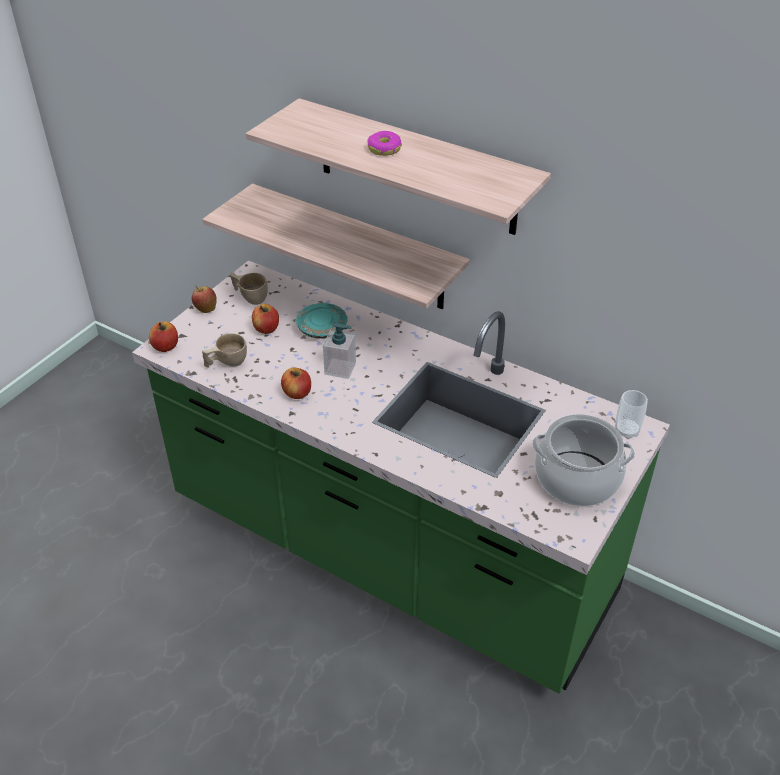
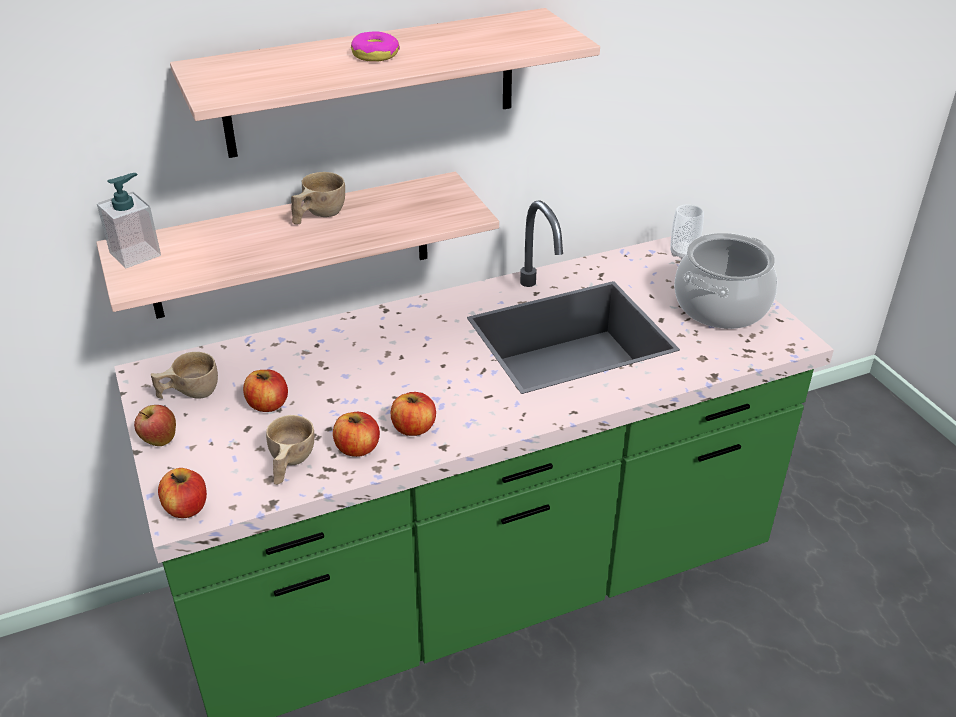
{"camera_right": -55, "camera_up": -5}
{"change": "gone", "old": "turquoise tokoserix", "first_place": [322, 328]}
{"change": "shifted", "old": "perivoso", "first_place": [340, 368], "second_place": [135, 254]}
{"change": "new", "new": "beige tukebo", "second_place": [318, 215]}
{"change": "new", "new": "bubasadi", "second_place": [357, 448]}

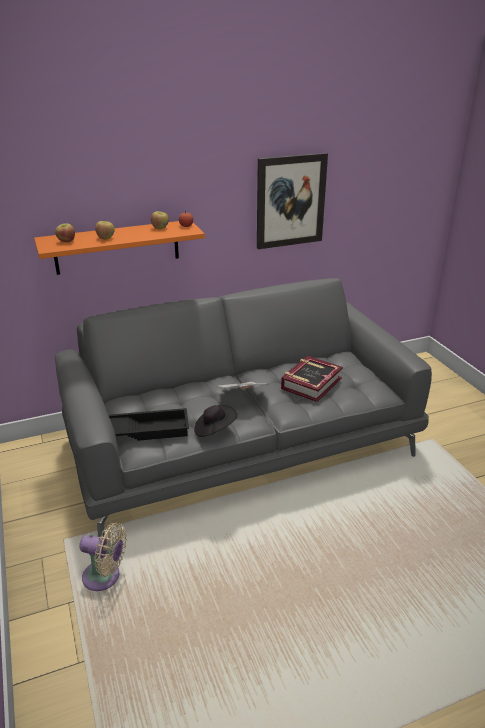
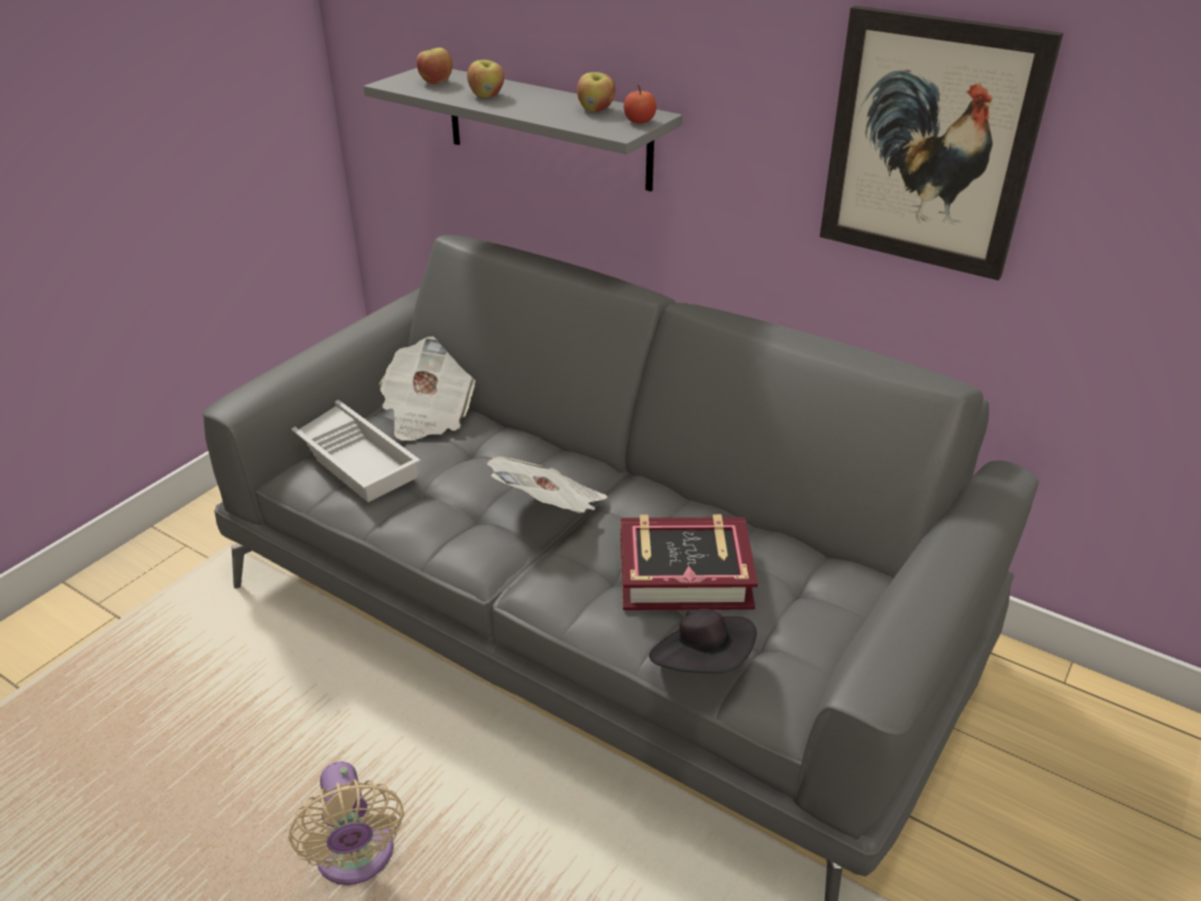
{"camera_right": 55, "camera_up": 5}
{"change": "repainted", "old": "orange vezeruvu", "new": "grey vezeruvu", "first_place": [117, 247], "second_place": [547, 127]}
{"change": "shifted", "old": "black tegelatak", "first_place": [214, 430], "second_place": [702, 663]}
{"change": "repainted", "old": "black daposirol", "new": "white daposirol", "first_place": [148, 429], "second_place": [354, 456]}
{"change": "shifted", "old": "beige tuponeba", "first_place": [105, 577], "second_place": [356, 858]}
{"change": "new", "new": "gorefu", "second_place": [429, 413]}

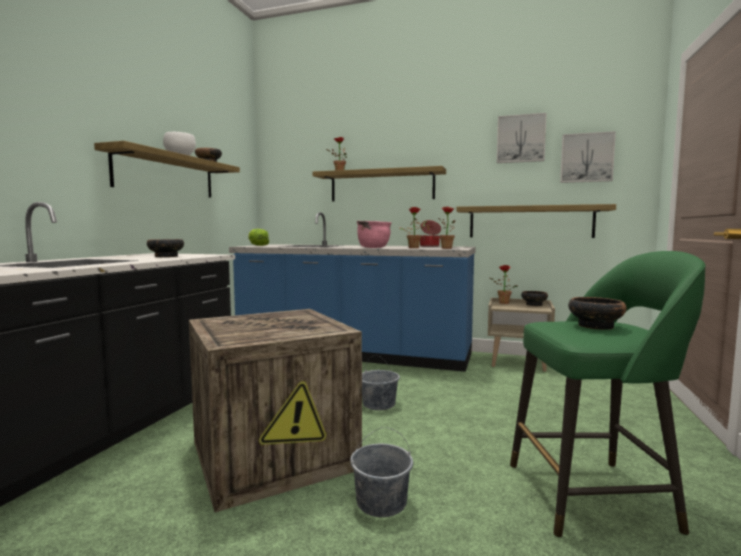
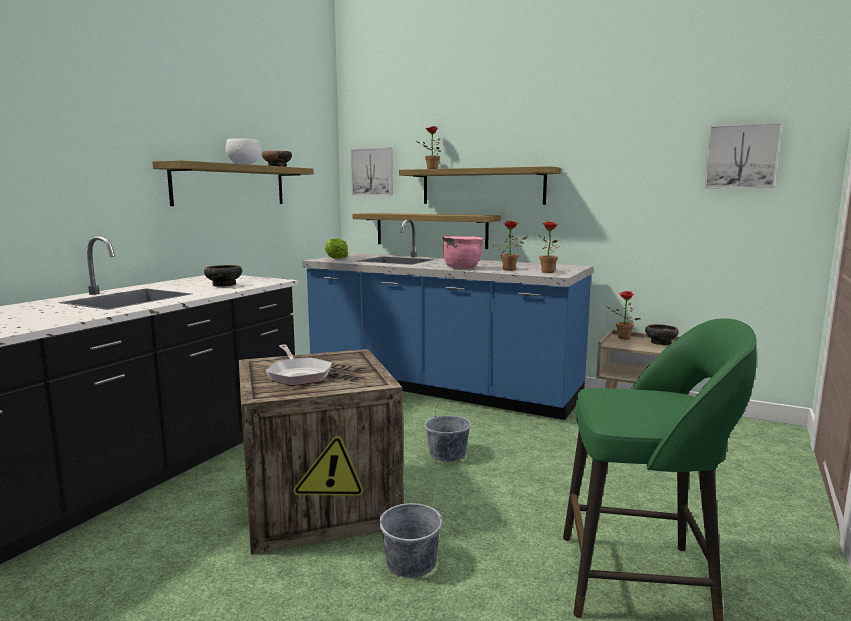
{"camera_right": 10, "camera_up": 5}
{"change": "shifted", "old": "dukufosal", "first_place": [520, 139], "second_place": [373, 172]}
{"change": "shifted", "old": "vezeruvu", "first_place": [530, 222], "second_place": [430, 230]}
{"change": "gone", "old": "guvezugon", "first_place": [430, 246]}
{"change": "gone", "old": "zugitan", "first_place": [594, 326]}
{"change": "new", "new": "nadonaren", "second_place": [298, 374]}

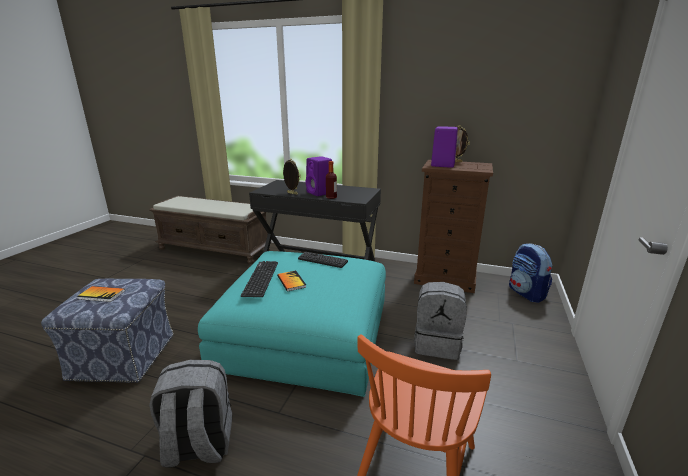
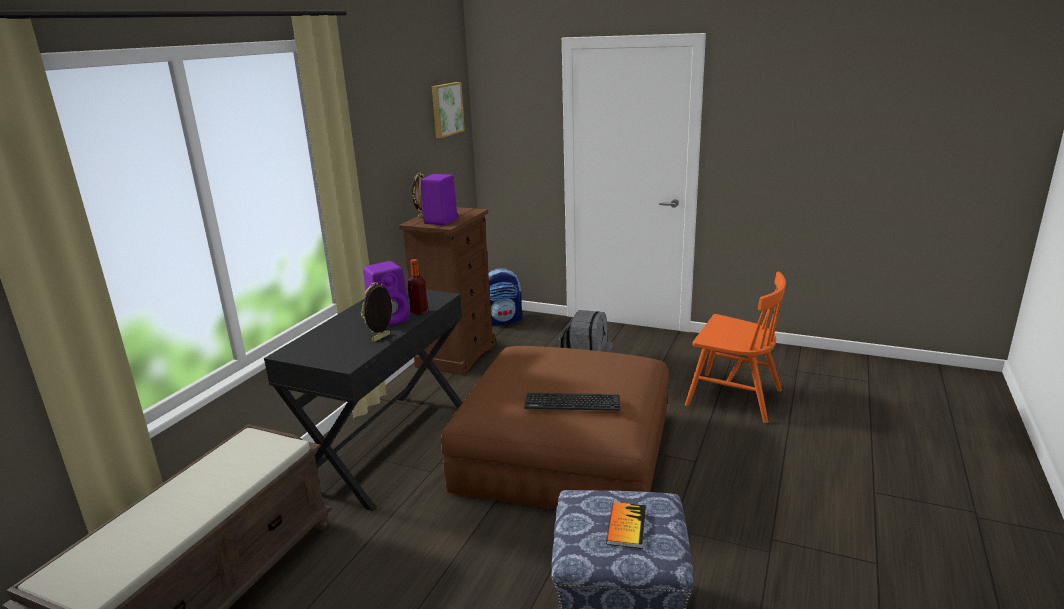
{"camera_right": -85, "camera_up": 0}
{"change": "repainted", "old": "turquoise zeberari", "new": "brown zeberari", "first_place": [305, 333], "second_place": [564, 451]}
{"change": "gone", "old": "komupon", "first_place": [322, 260]}
{"change": "gone", "old": "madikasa", "first_place": [291, 281]}
{"change": "gone", "old": "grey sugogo", "first_place": [198, 446]}
{"change": "new", "new": "dukufosal", "second_place": [446, 109]}

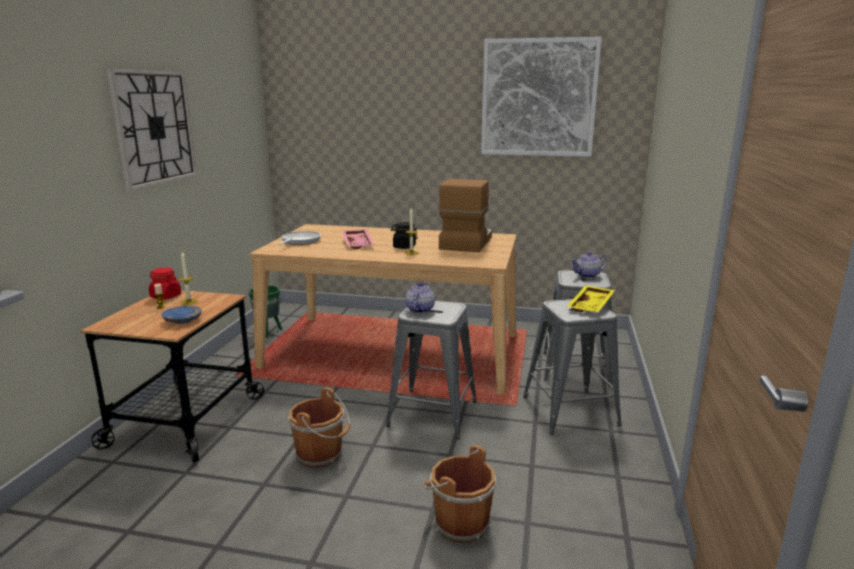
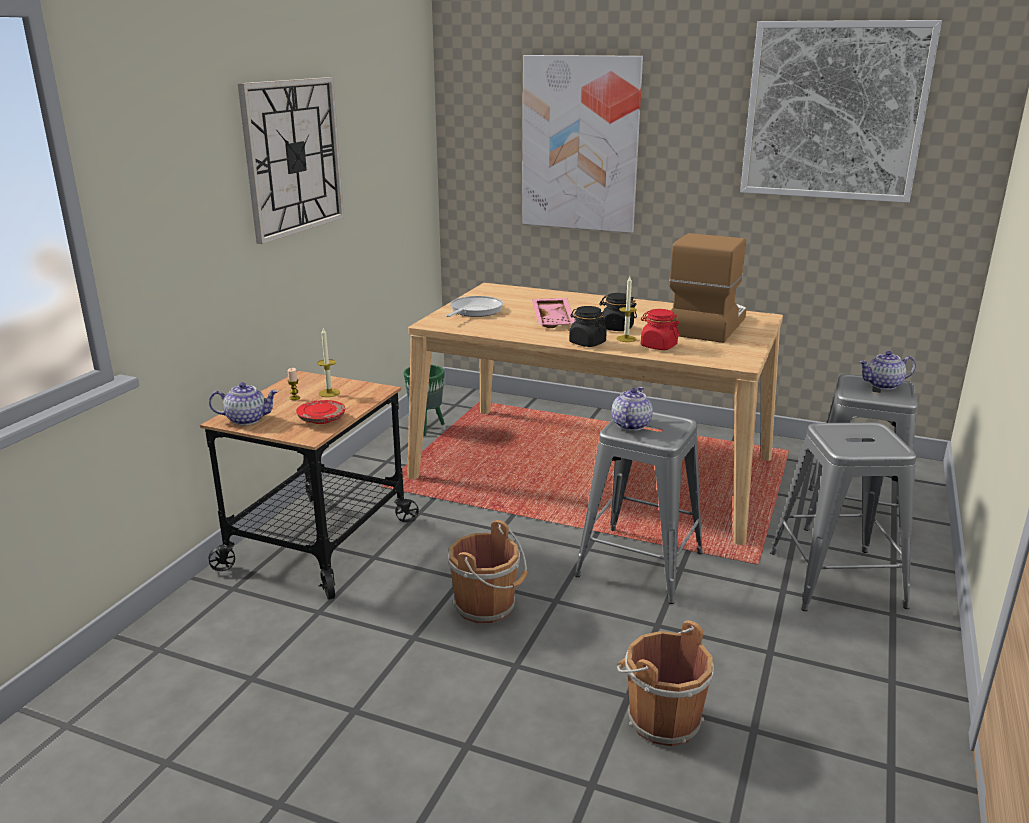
{"camera_right": 10, "camera_up": 5}
{"change": "shifted", "old": "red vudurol", "first_place": [165, 296], "second_place": [658, 346]}
{"change": "gone", "old": "yellow daposirol", "first_place": [591, 306]}
{"change": "repainted", "old": "blue tokoserix", "new": "red tokoserix", "first_place": [183, 320], "second_place": [322, 419]}
{"change": "new", "new": "dukufosal", "second_place": [580, 144]}
{"change": "new", "new": "black vudurol", "second_place": [587, 343]}
{"change": "new", "new": "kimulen", "second_place": [247, 419]}

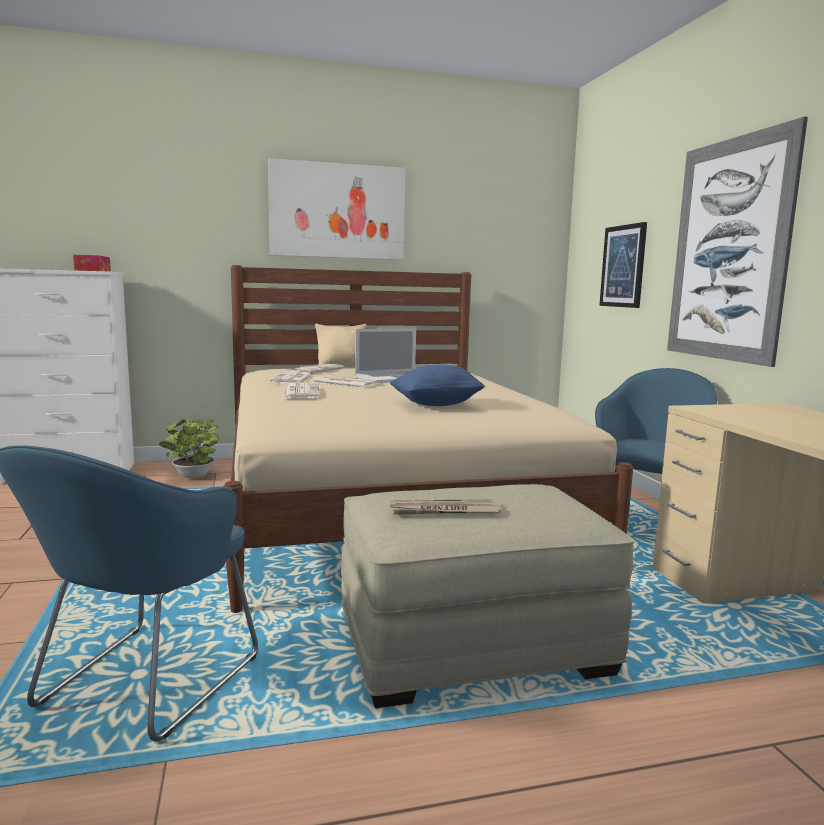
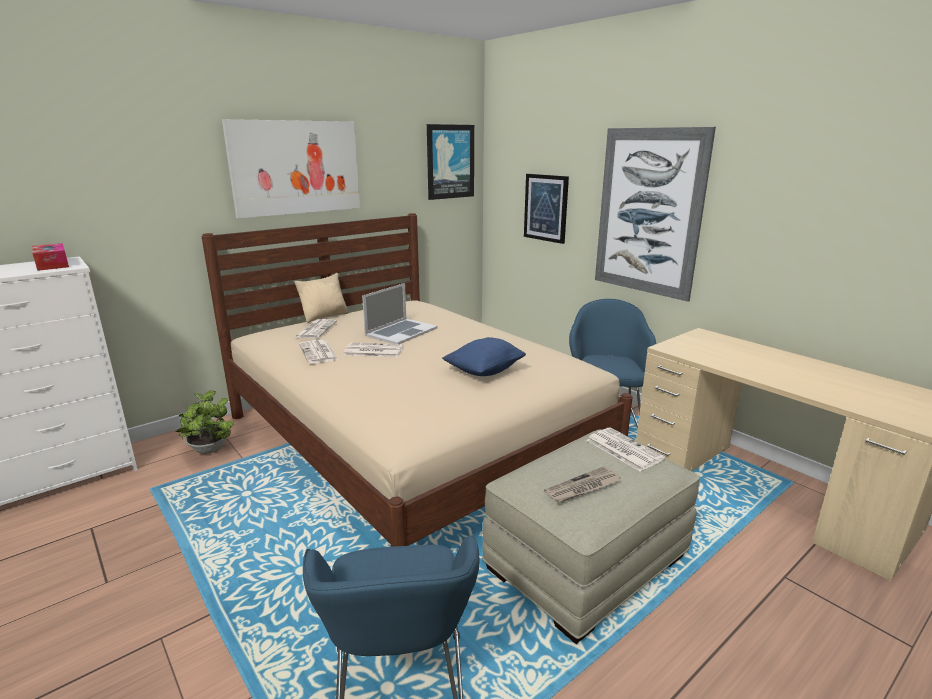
{"camera_right": -25, "camera_up": 10}
{"change": "shifted", "old": "gorefu", "first_place": [300, 392], "second_place": [623, 449]}
{"change": "new", "new": "dukufosal", "second_place": [450, 162]}

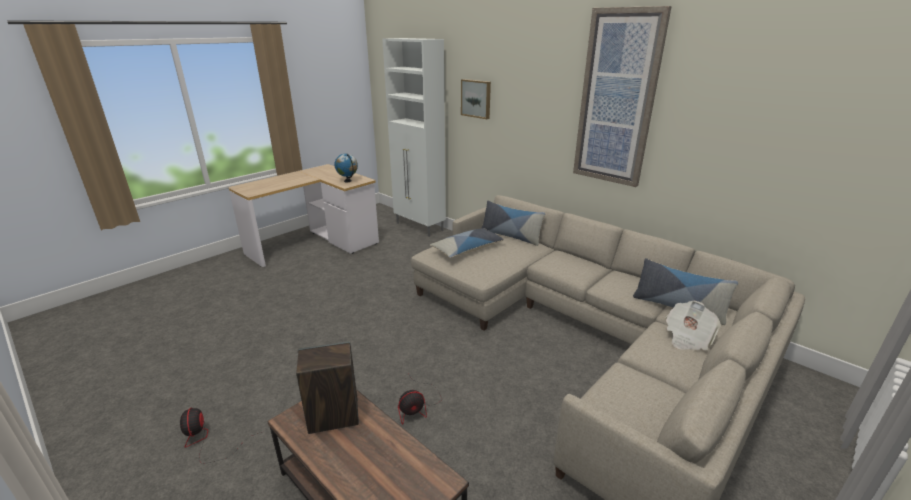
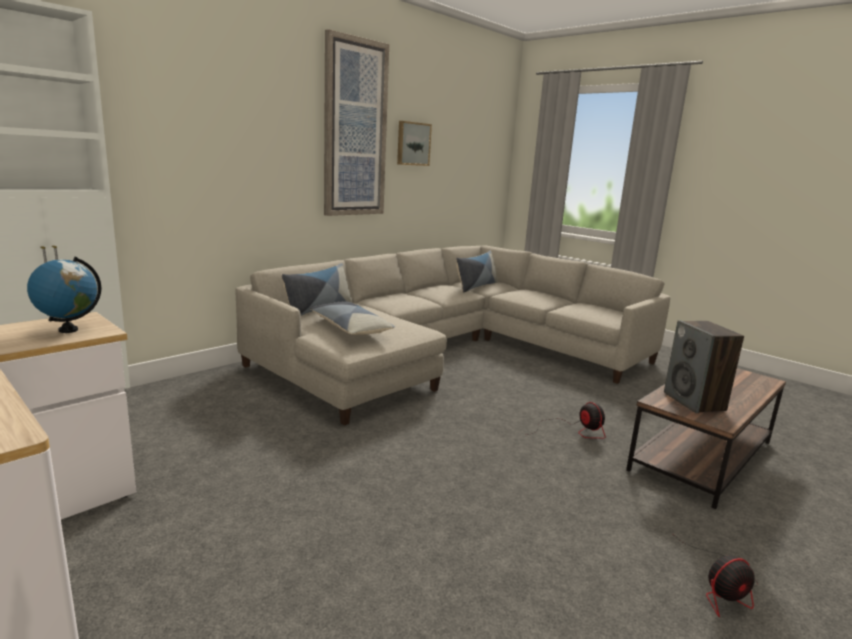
{"camera_right": -90, "camera_up": -10}
{"change": "shifted", "old": "dukufosal", "first_place": [476, 98], "second_place": [412, 144]}
{"change": "gone", "old": "gorefu", "first_place": [687, 337]}

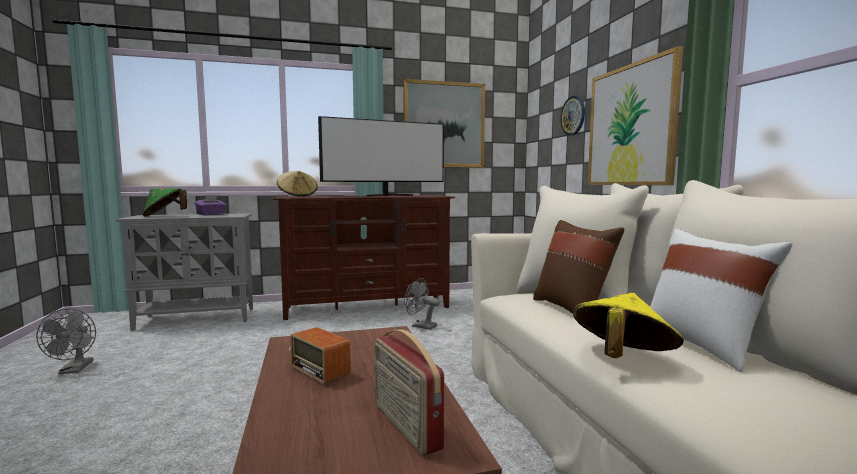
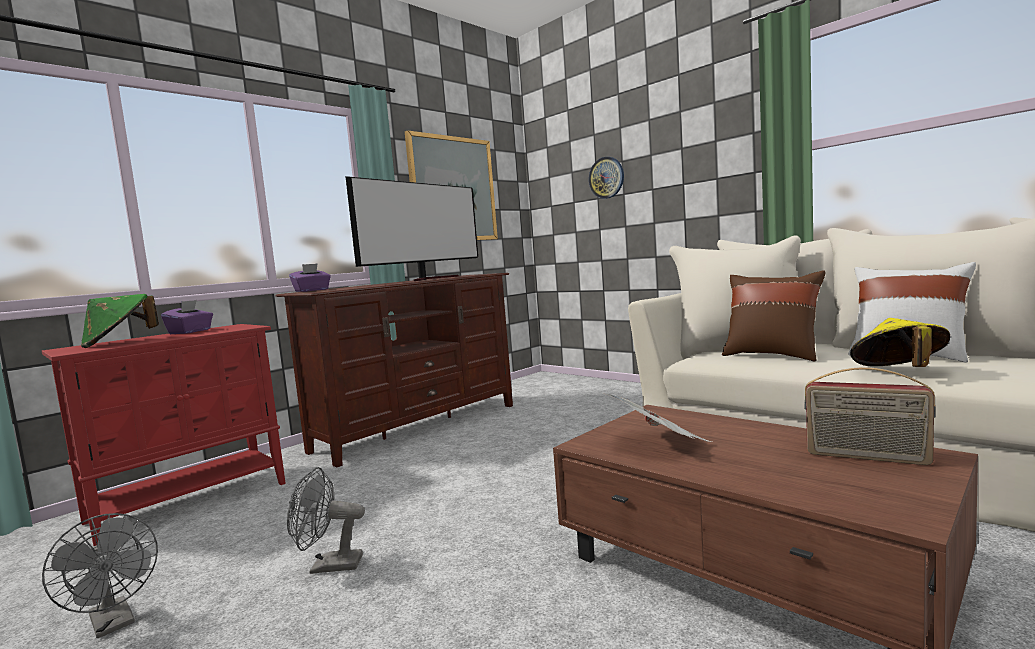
{"camera_right": -30, "camera_up": 0}
{"change": "gone", "old": "dukufosal", "first_place": [631, 125]}
{"change": "swapped", "old": "beige tegelatak", "new": "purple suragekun", "first_place": [298, 196], "second_place": [312, 290]}
{"change": "repainted", "old": "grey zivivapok", "new": "red zivivapok", "first_place": [198, 318], "second_place": [191, 502]}
{"change": "shifted", "old": "grey tuponeba", "first_place": [420, 326], "second_place": [328, 566]}
{"change": "swapped", "old": "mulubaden", "new": "gorefu", "first_place": [321, 357], "second_place": [659, 444]}

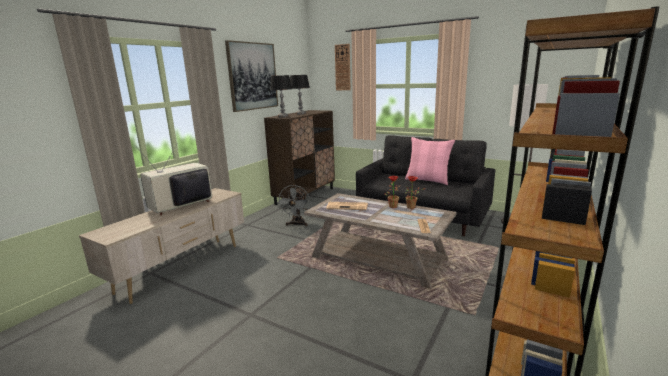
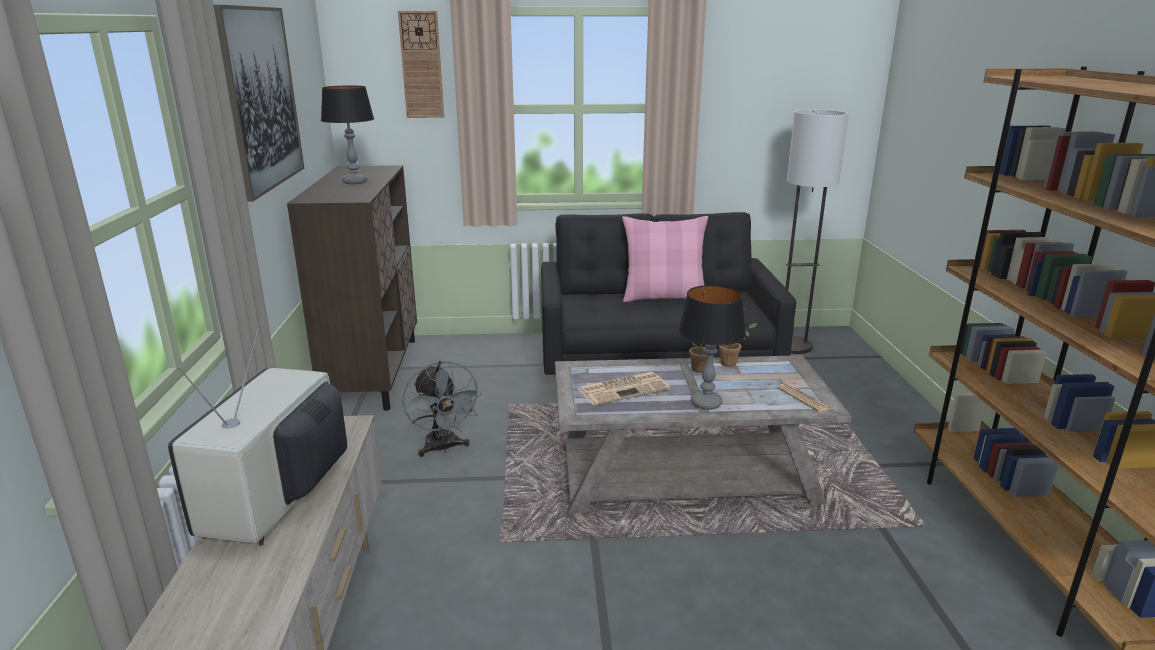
{"camera_right": -35, "camera_up": 5}
{"change": "shifted", "old": "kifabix", "first_place": [283, 116], "second_place": [706, 403]}

